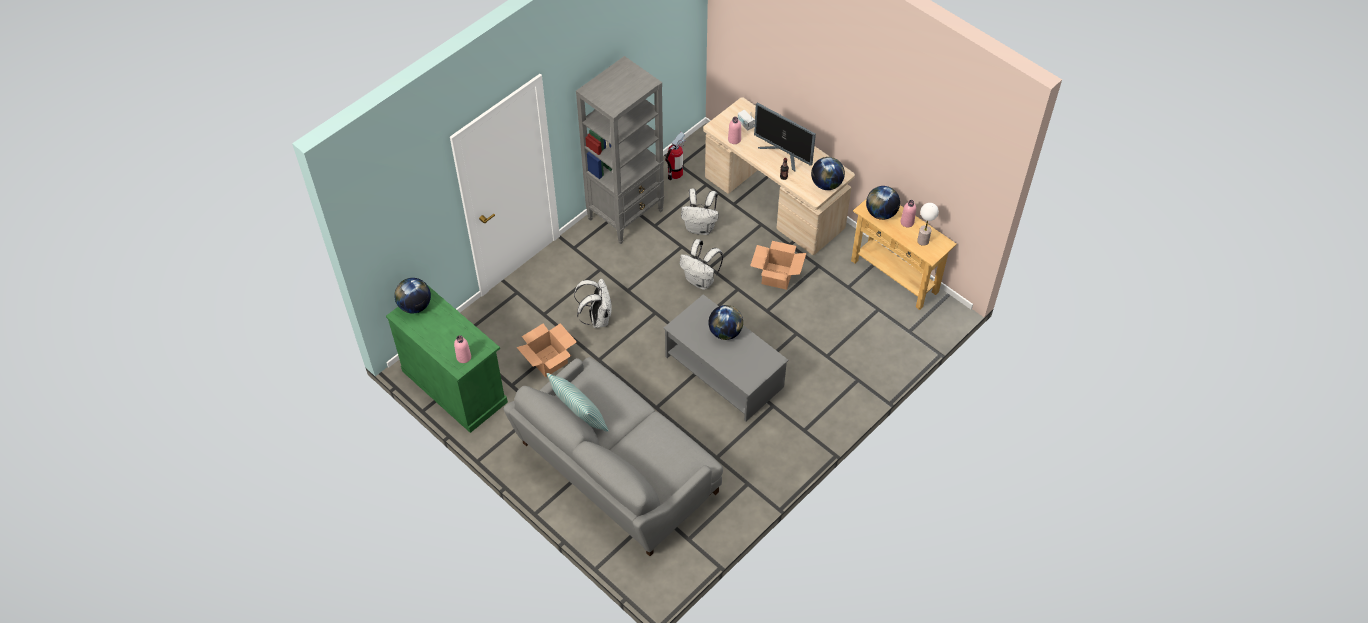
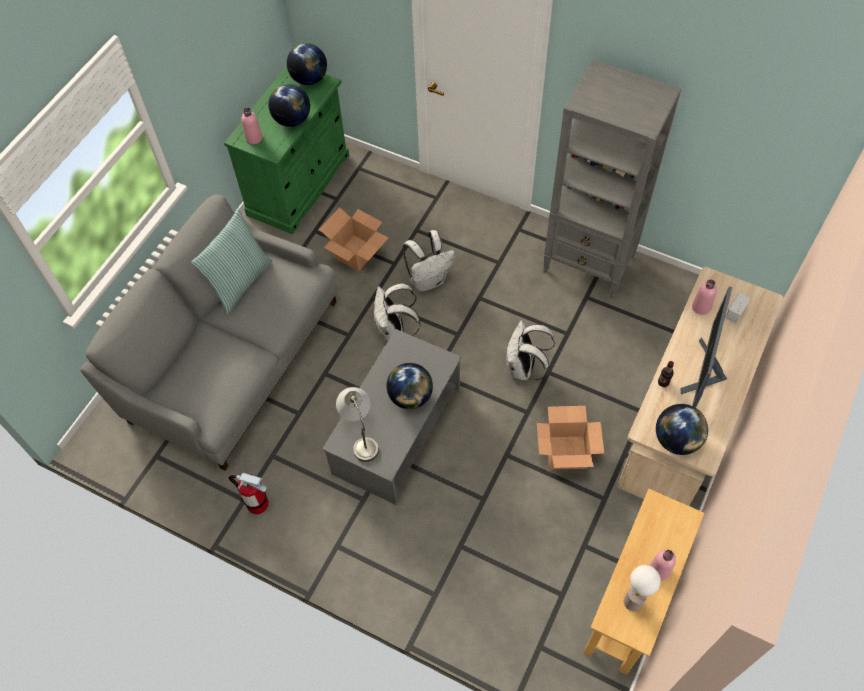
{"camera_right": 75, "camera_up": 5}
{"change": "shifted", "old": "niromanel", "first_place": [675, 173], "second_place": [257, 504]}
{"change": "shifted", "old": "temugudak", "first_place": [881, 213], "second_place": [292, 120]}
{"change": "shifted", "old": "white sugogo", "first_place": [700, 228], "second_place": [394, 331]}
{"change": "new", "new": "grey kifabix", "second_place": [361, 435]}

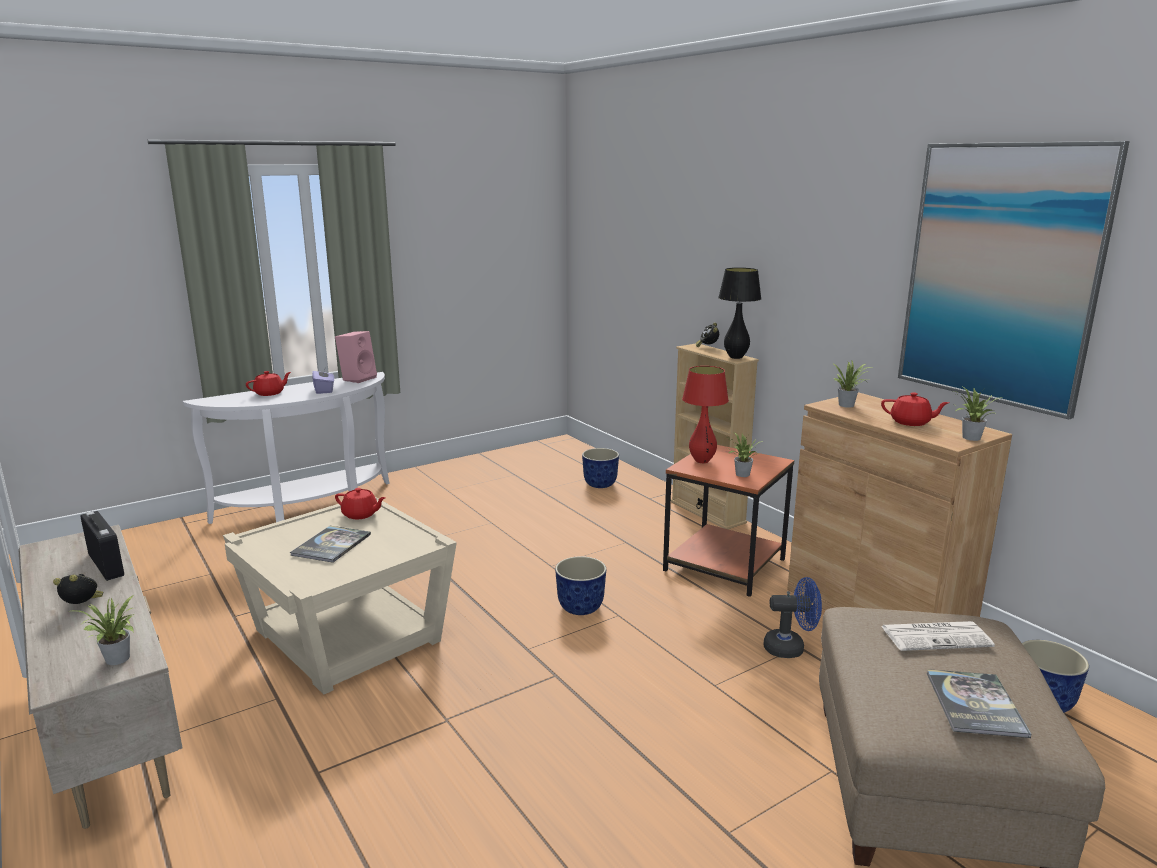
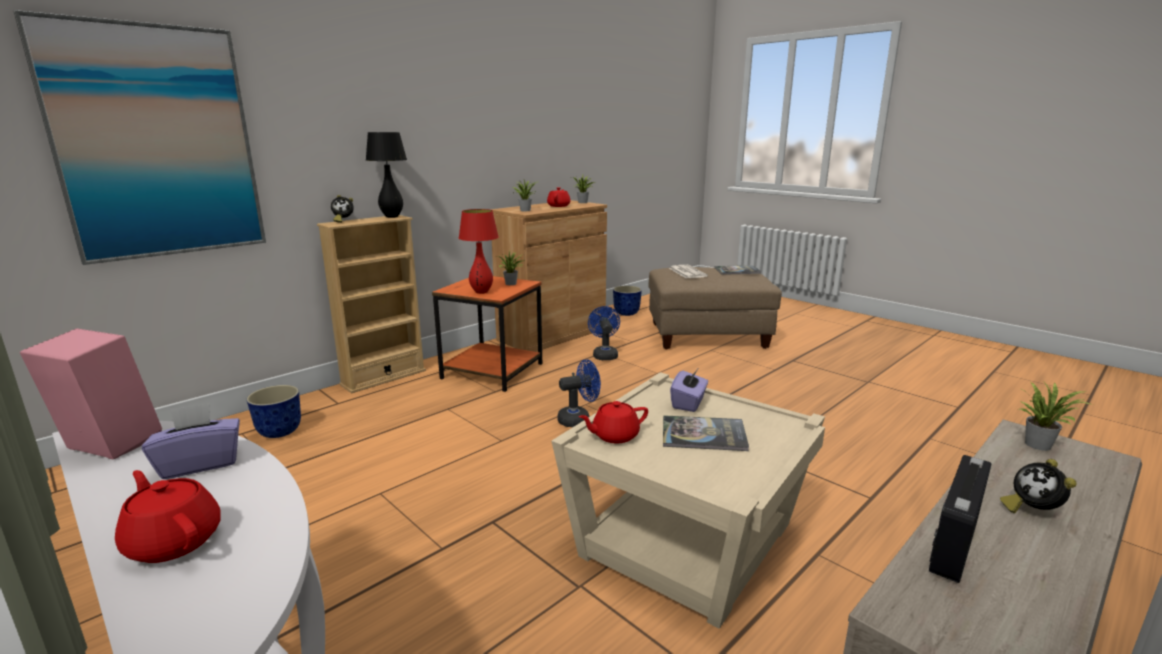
{"camera_right": -100, "camera_up": 0}
{"change": "shifted", "old": "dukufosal", "first_place": [1000, 275], "second_place": [157, 143]}
{"change": "rotated", "old": "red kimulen", "first_place": [361, 514], "second_place": [614, 435], "degrees": -120}
{"change": "swapped", "old": "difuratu", "new": "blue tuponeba", "first_place": [581, 608], "second_place": [579, 419]}
{"change": "new", "new": "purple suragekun", "second_place": [688, 403]}

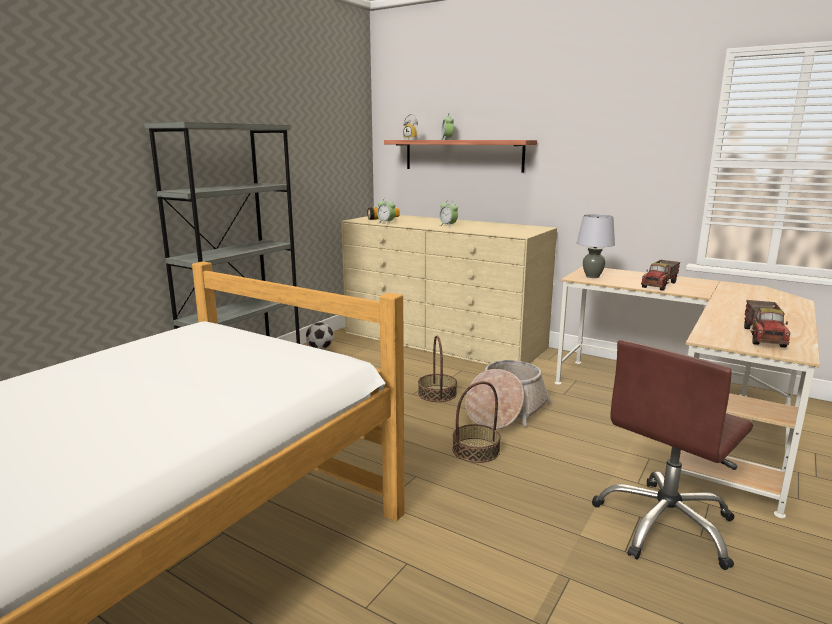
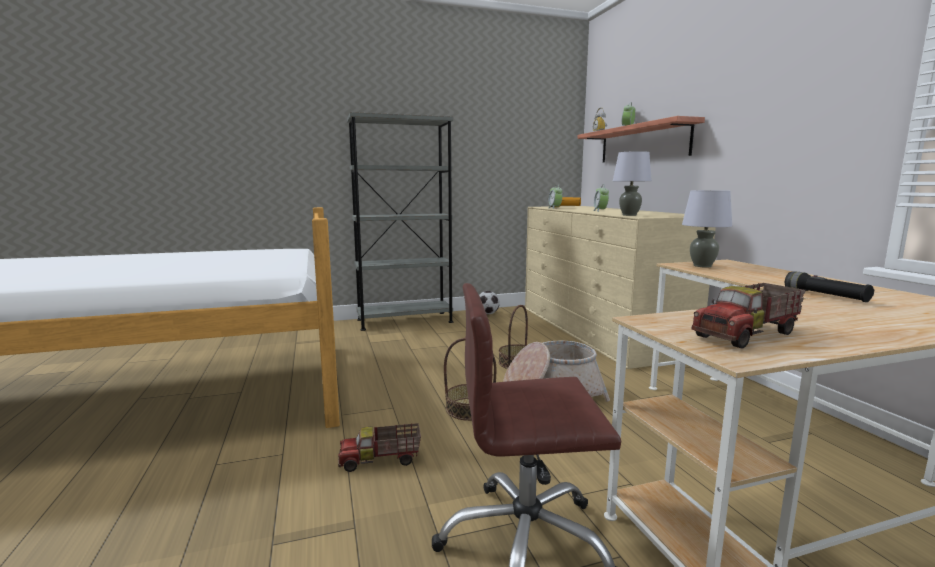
{"camera_right": 40, "camera_up": -5}
{"change": "shifted", "old": "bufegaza", "first_place": [660, 285], "second_place": [380, 461]}
{"change": "new", "new": "grey kifabix", "second_place": [629, 215]}
{"change": "new", "new": "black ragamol", "second_place": [825, 296]}

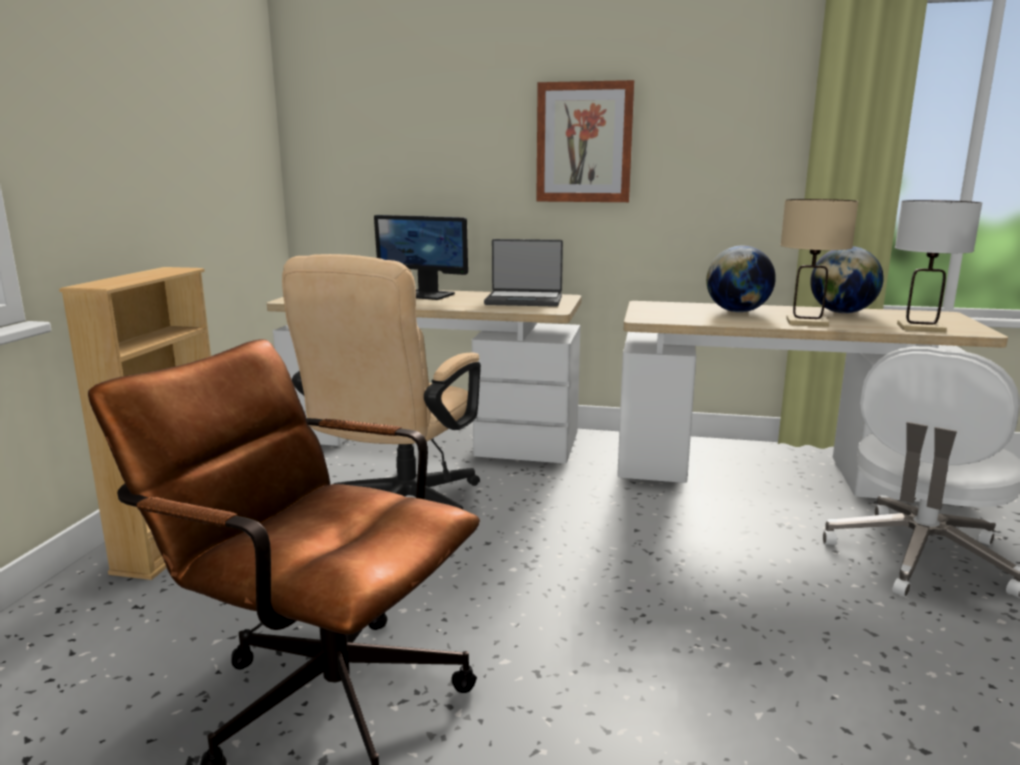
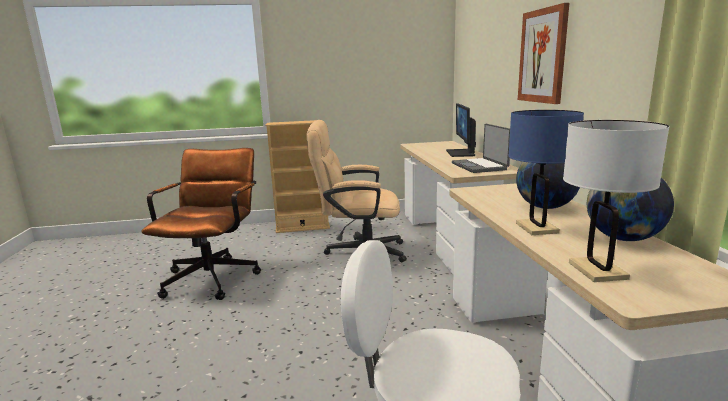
{"camera_right": 70, "camera_up": 0}
{"change": "repainted", "old": "beige kifabix", "new": "blue kifabix", "first_place": [806, 322], "second_place": [536, 228]}

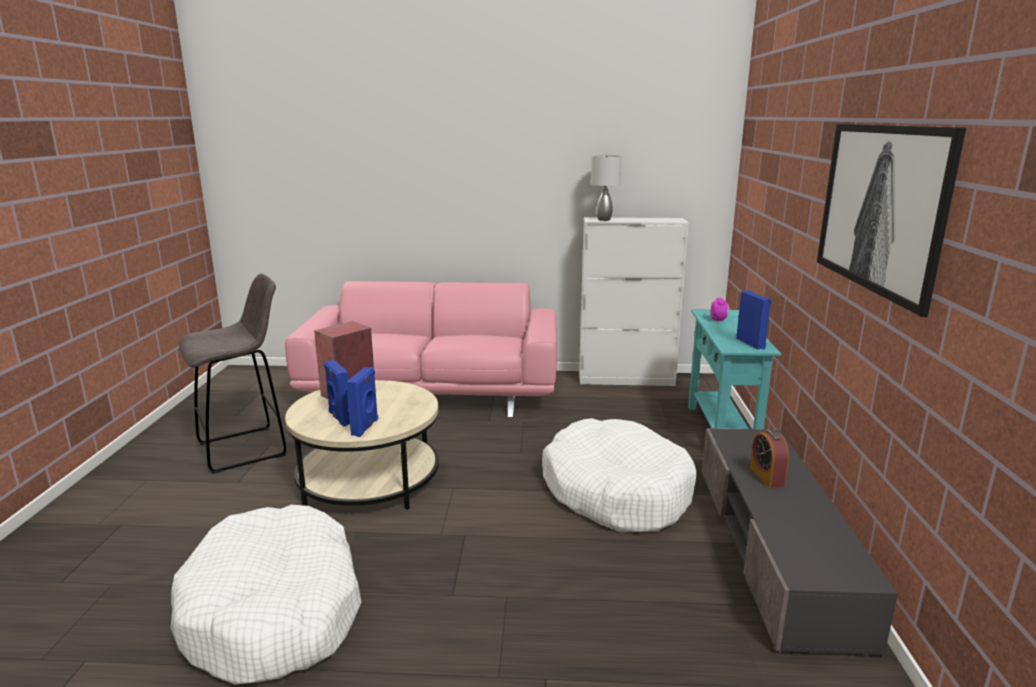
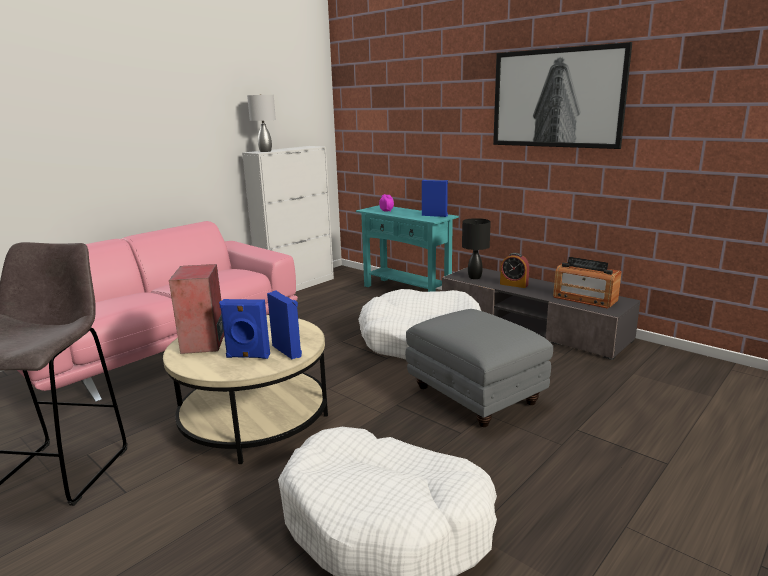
{"camera_right": -50, "camera_up": 0}
{"change": "new", "new": "black kifabix", "second_place": [475, 277]}
{"change": "new", "new": "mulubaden", "second_place": [584, 299]}
{"change": "new", "new": "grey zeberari", "second_place": [474, 395]}

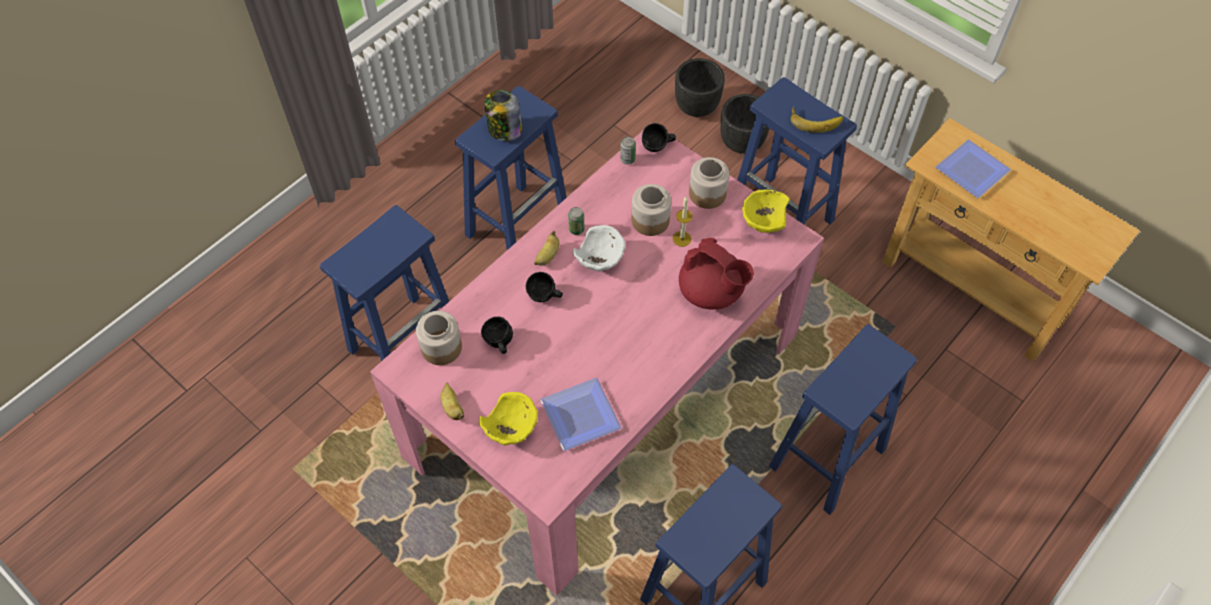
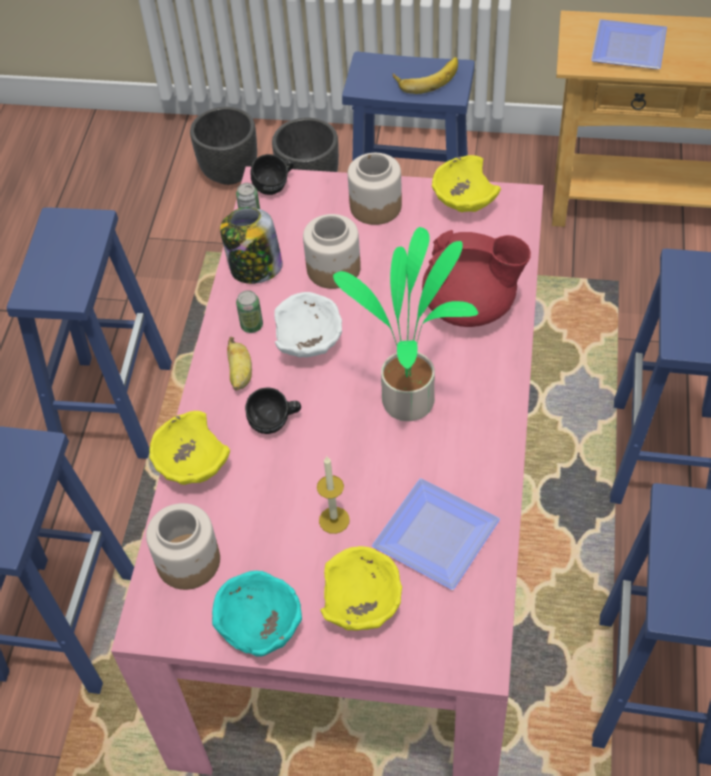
{"camera_right": -30, "camera_up": -5}
{"change": "shifted", "old": "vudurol", "first_place": [504, 130], "second_place": [255, 268]}
{"change": "shifted", "old": "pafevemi", "first_place": [681, 239], "second_place": [334, 520]}
{"change": "gone", "old": "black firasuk", "first_place": [498, 343]}
{"change": "swapped", "old": "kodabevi", "new": "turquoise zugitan", "first_place": [452, 407], "second_place": [263, 627]}
{"change": "new", "new": "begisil", "second_place": [412, 400]}
{"change": "new", "new": "yellow zugitan", "second_place": [191, 466]}

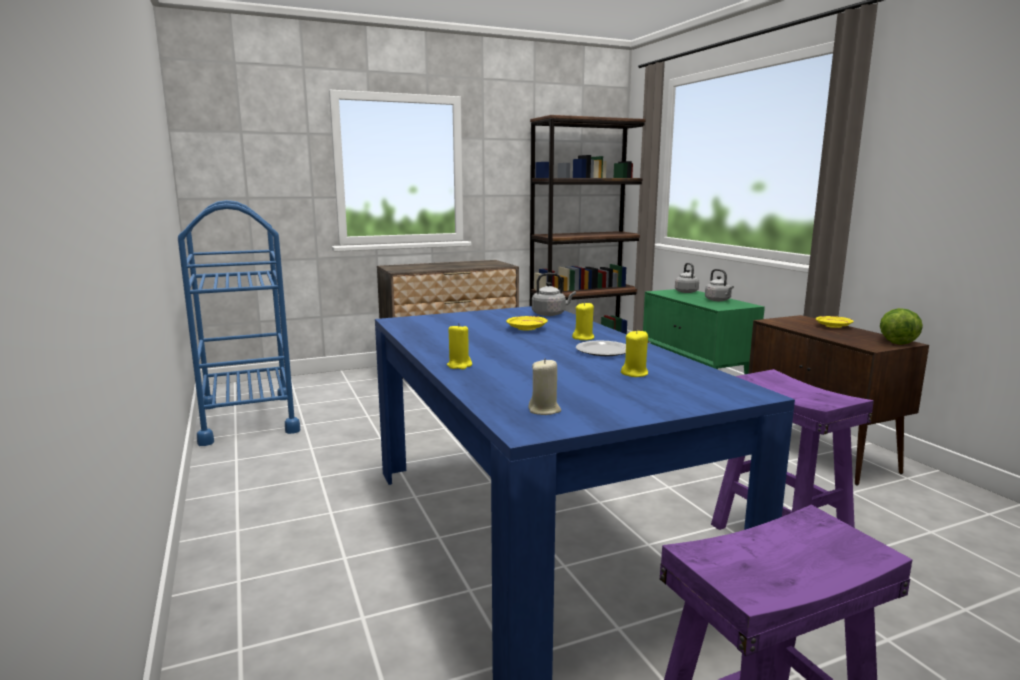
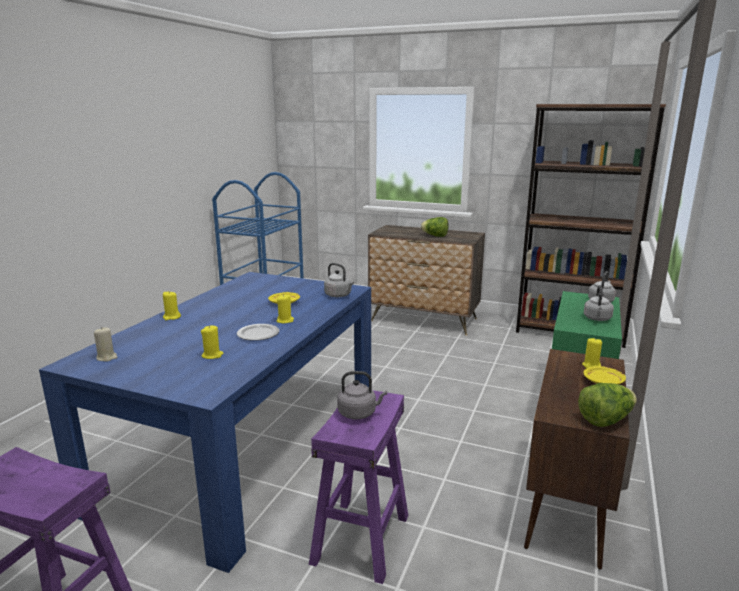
{"camera_right": 45, "camera_up": 5}
{"change": "new", "new": "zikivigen", "second_place": [435, 236]}
{"change": "new", "new": "yellow pafevemi", "second_place": [591, 366]}
{"change": "new", "new": "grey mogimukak", "second_place": [359, 413]}

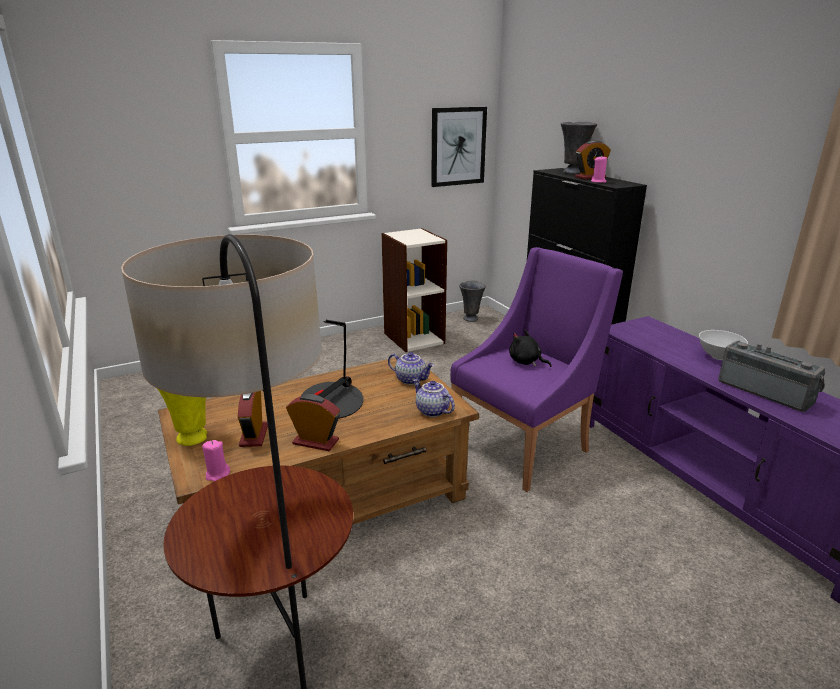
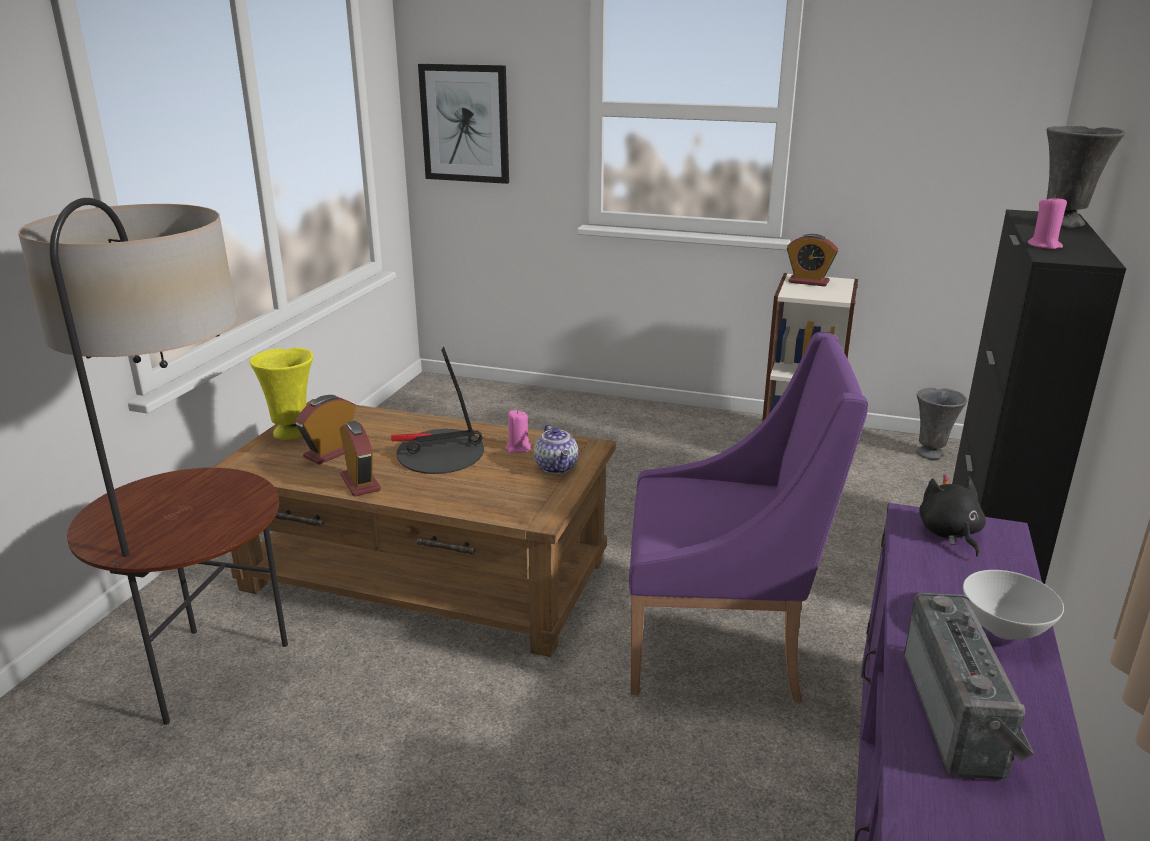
{"camera_right": 45, "camera_up": 0}
{"change": "shifted", "old": "dukufosal", "first_place": [458, 146], "second_place": [465, 123]}
{"change": "shifted", "old": "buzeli", "first_place": [590, 177], "second_place": [808, 282]}
{"change": "shifted", "old": "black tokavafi", "first_place": [526, 362], "second_place": [949, 534]}
{"change": "gone", "old": "kimulen", "first_place": [431, 411]}
{"change": "shifted", "old": "pink pafevemi", "first_place": [217, 474], "second_place": [518, 448]}

